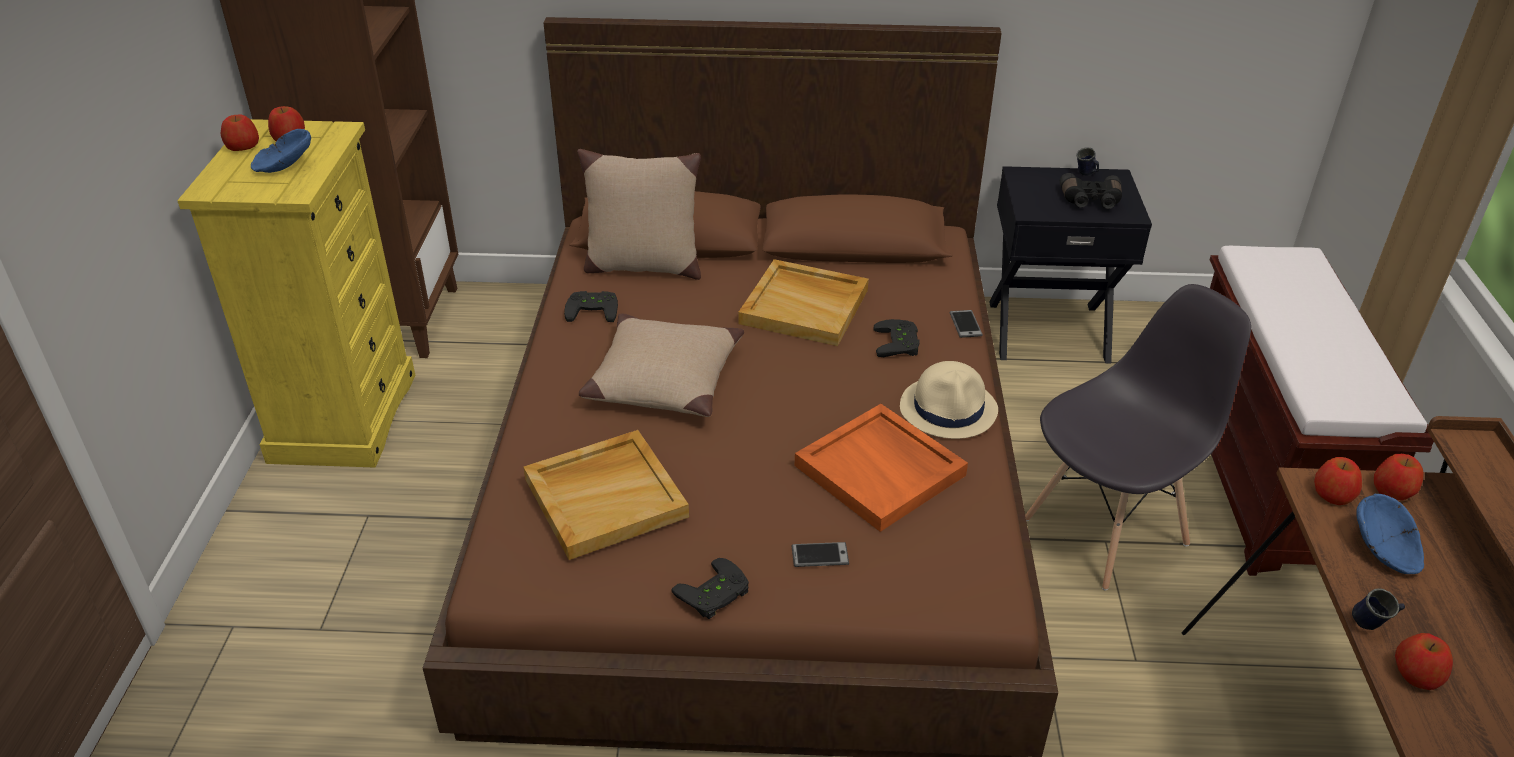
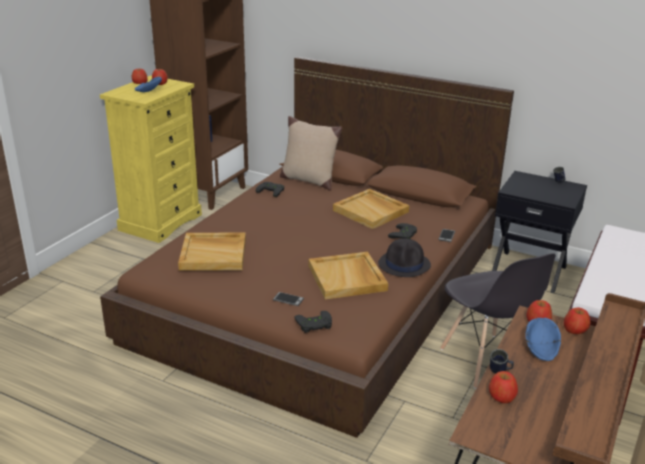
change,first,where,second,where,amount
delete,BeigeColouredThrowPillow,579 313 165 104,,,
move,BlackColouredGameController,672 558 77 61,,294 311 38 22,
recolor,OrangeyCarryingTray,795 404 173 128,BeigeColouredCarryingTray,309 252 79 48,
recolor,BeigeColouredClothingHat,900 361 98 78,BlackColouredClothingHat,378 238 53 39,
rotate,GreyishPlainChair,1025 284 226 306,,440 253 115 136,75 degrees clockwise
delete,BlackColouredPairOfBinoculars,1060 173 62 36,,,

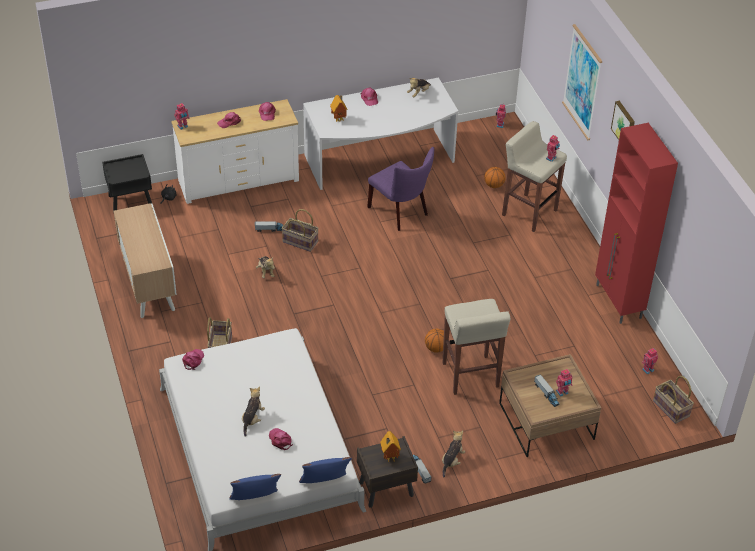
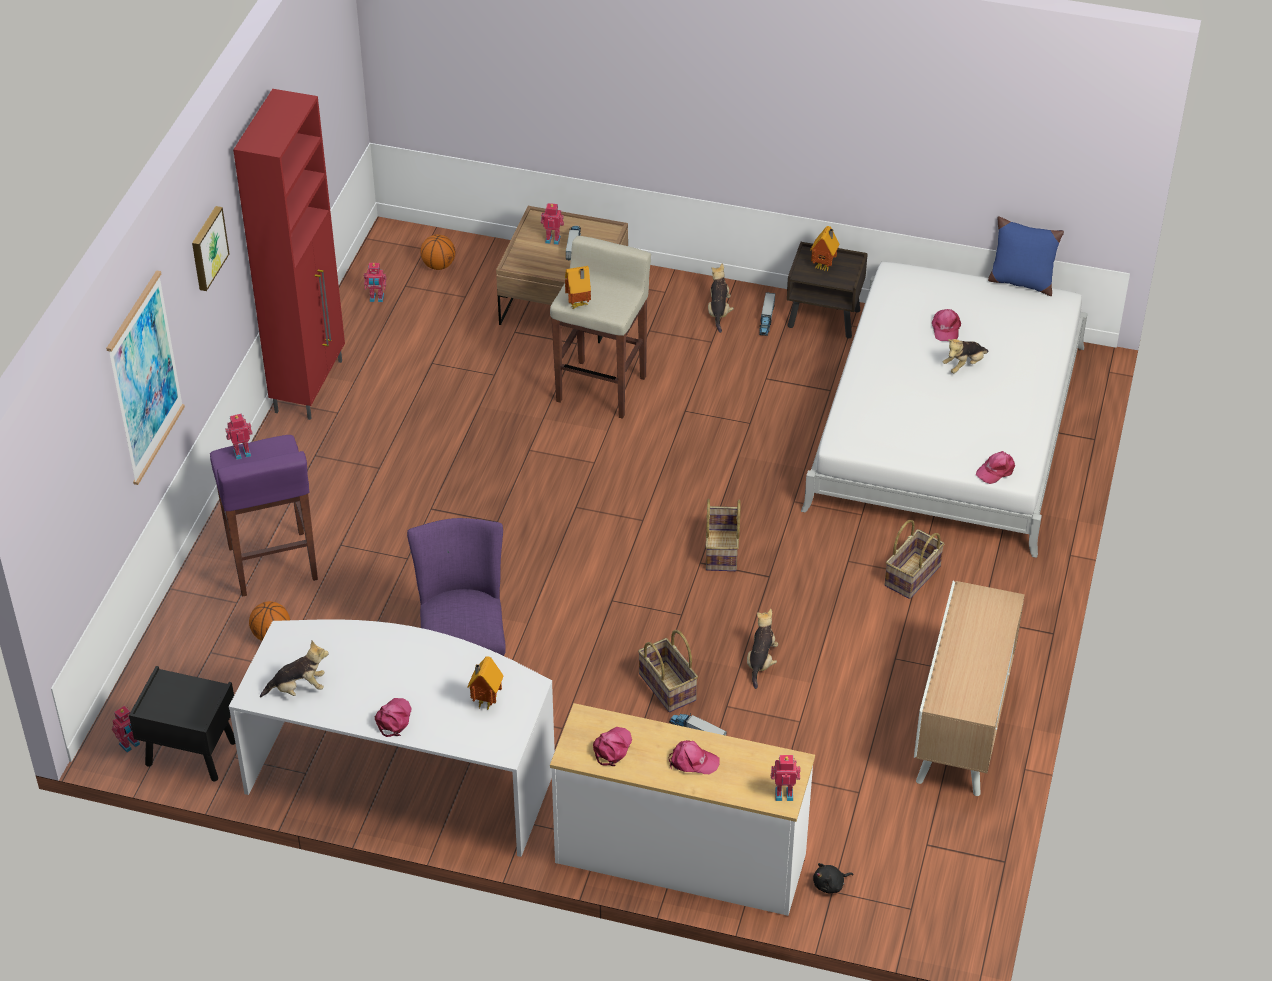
change,first,where,second,where,amount
move,BlackColouredNightTable,102 154 50 57,,129 666 106 115,
delete,BlueColouredThrowPillow,299 457 53 26,,,
move,BallForBasketball,425 329 19 24,,420 234 35 36,
rotate,CuddlyToy,442 430 23 47,,708 264 26 69,120 degrees clockwise
recolor,BeigeColouredStoolSeat,502 121 65 111,PurpleStoolSeat,210 435 108 162,
move,StorageBasket,653 376 41 48,,705 499 36 72,
insert,,,ModelHouse,565 266 26 43,

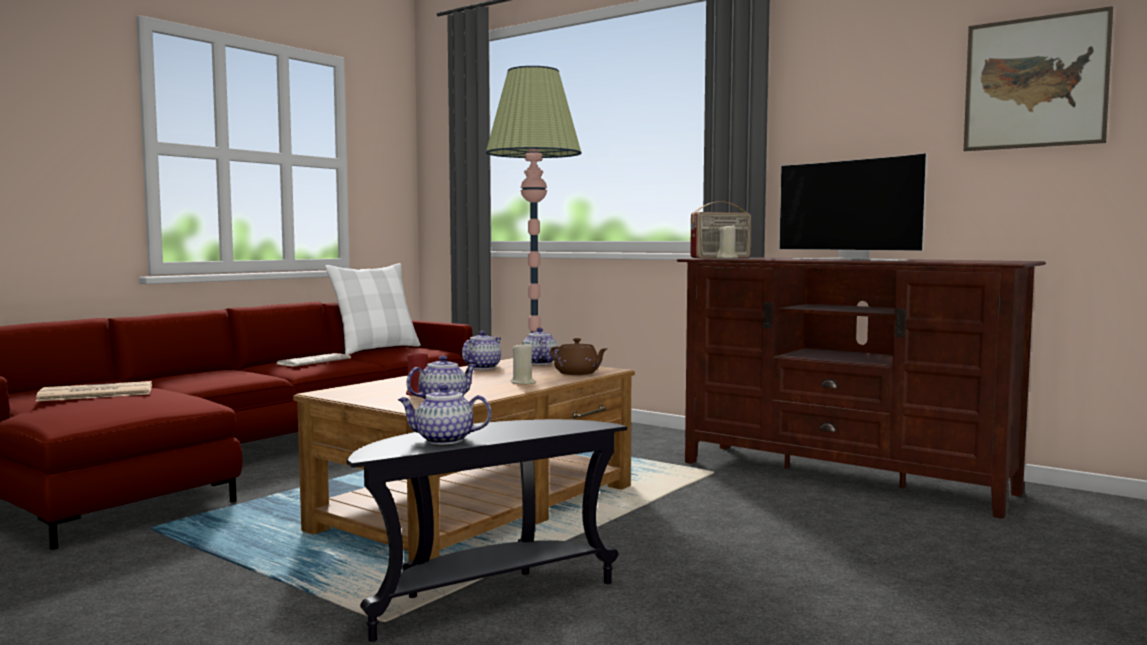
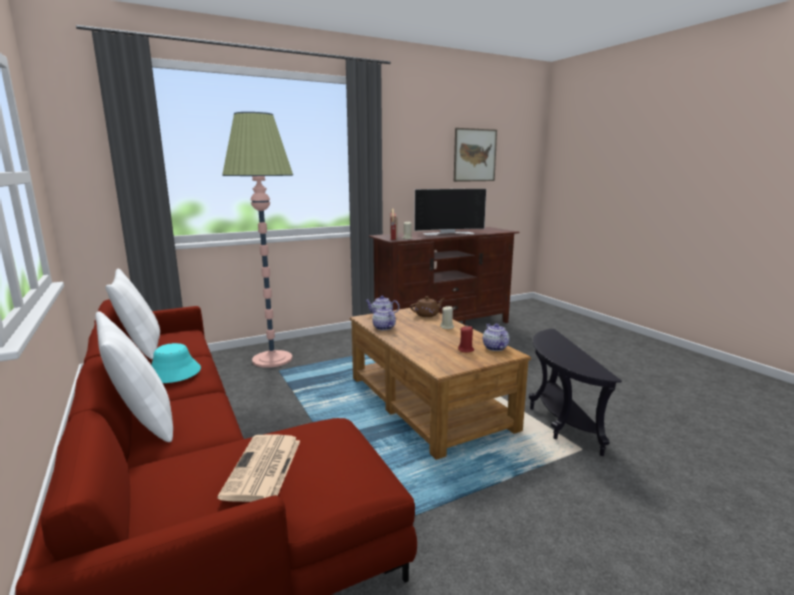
change,first,where,second,where,amount
replace,DailyPaper,277 353 74 13,BlueGreenClothingHat,151 343 50 40,
delete,TeaPot,398 384 93 60,,,
insert,,,WhiteThrowPillow,96 311 77 131,

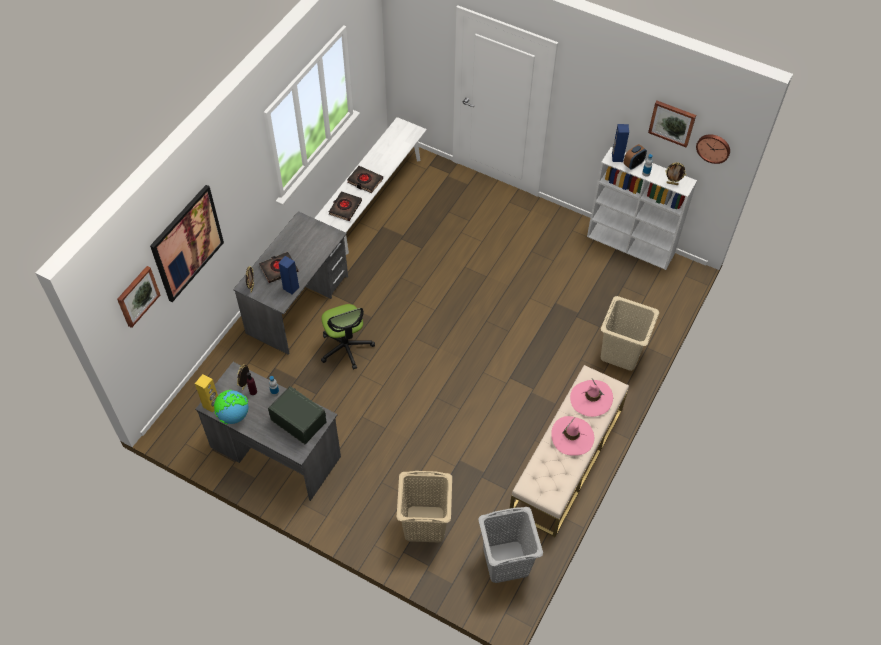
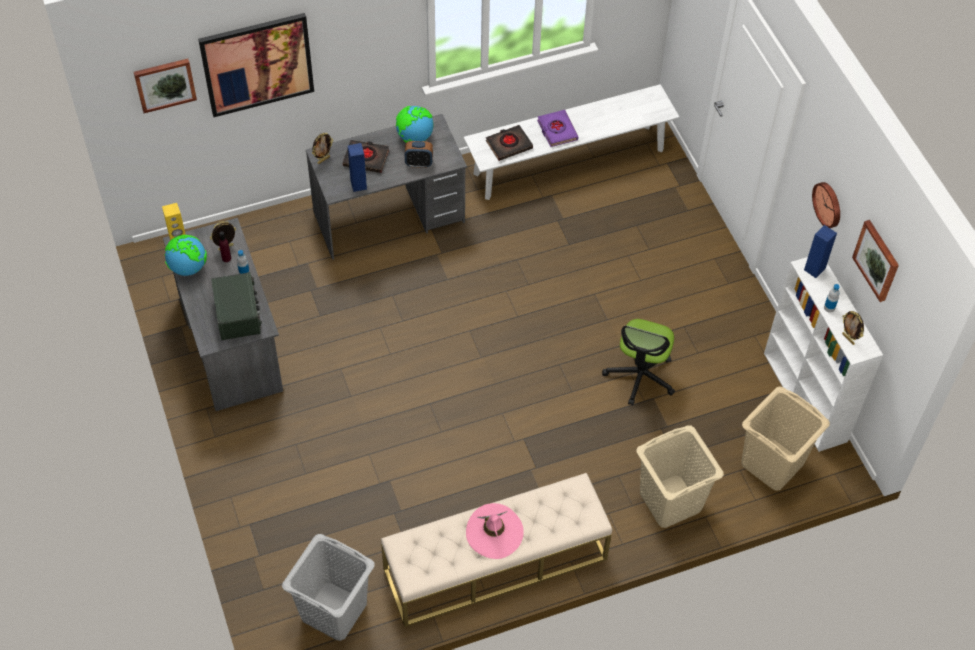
change,first,where,second,where,amount
move,ComputerChair,321 304 54 66,,602 319 73 86,
recolor,BlackColouredBook,347 166 36 27,PurpleBook,537 110 42 37,
move,BeigeColouredLaundryBasket,397 471 55 71,,741 386 89 105,
delete,PinkColouredClothingHat,570 378 43 39,,,
move,AlarmClock,623 144 24 26,,405 141 28 27,
move,WallClock,696 134 34 30,,812 182 28 46,
insert,,,Globe,396 106 37 37,

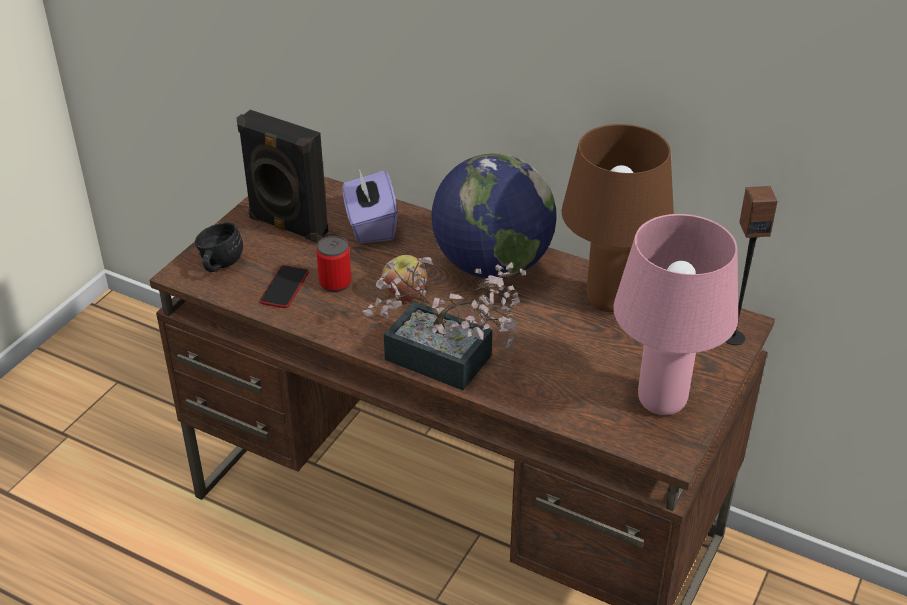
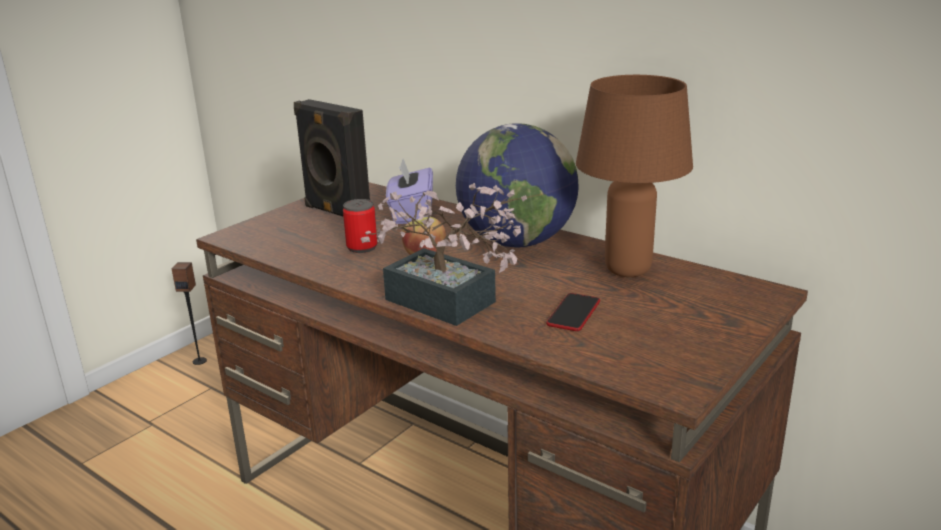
change,first,where,second,where,amount
delete,BlackColouredTeaMug,195 222 48 50,,,
move,Handset,260 265 49 43,,546 293 54 38,
delete,PinkColouredTableLamp,613 214 125 201,,,
move,AudioSpeaker,726 186 52 159,,172 262 35 103,

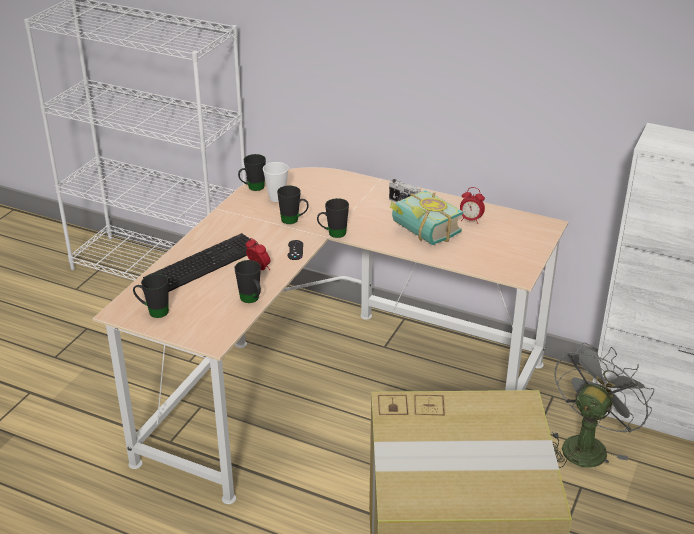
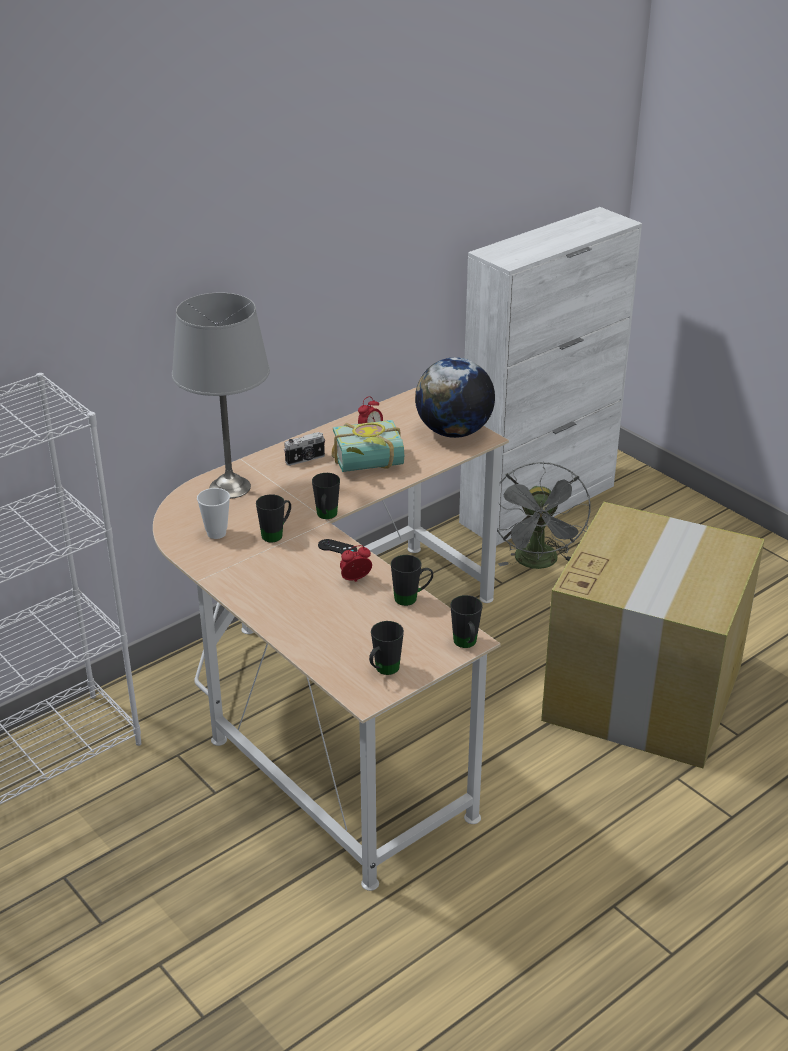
change,first,where,second,where,amount
delete,PcKeyboard,143 233 115 59,,,
move,BlackColouredTeaMug,238 154 28 37,,450 595 33 53,
rotate,GreyishCoolingFan,552 342 102 126,,497 462 94 107,150 degrees counterclockwise
insert,,,GreyishTableLamp,172 293 98 206,
insert,,,Globe,415 357 80 81,

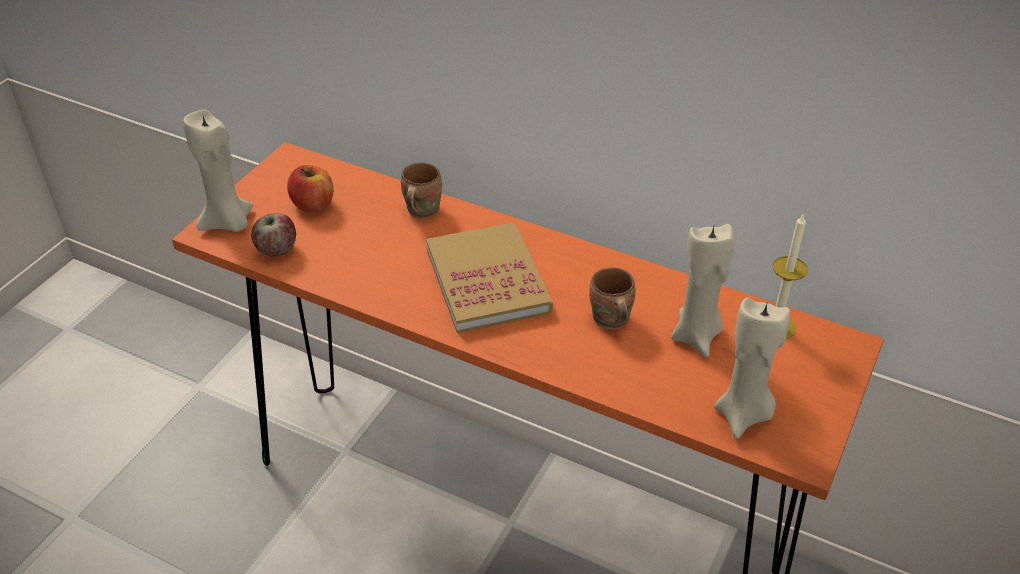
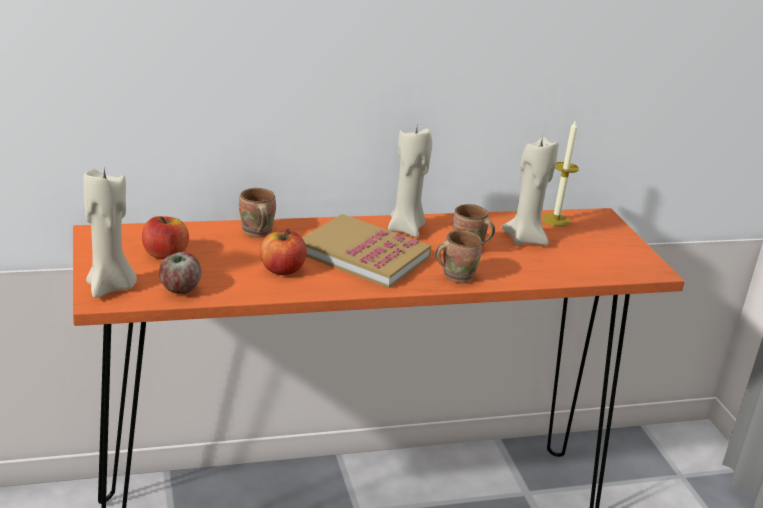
change,first,where,second,where,amount
move,BeigeColouredCandle,714 297 76 142,,388 128 44 109,
insert,,,WholeApple,260 228 47 47,
insert,,,BrownTeaMug,436 230 46 53,

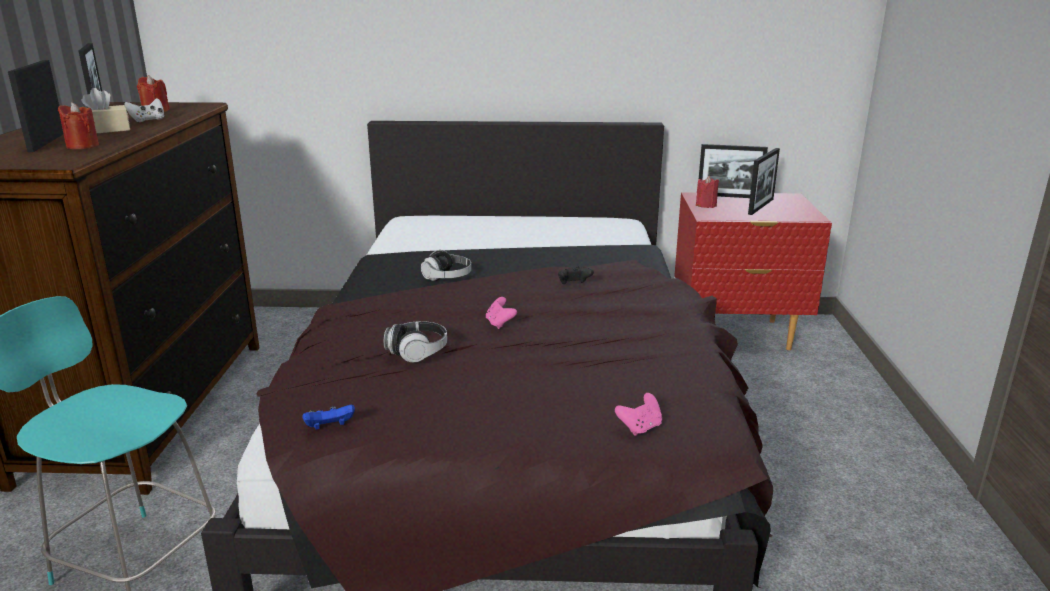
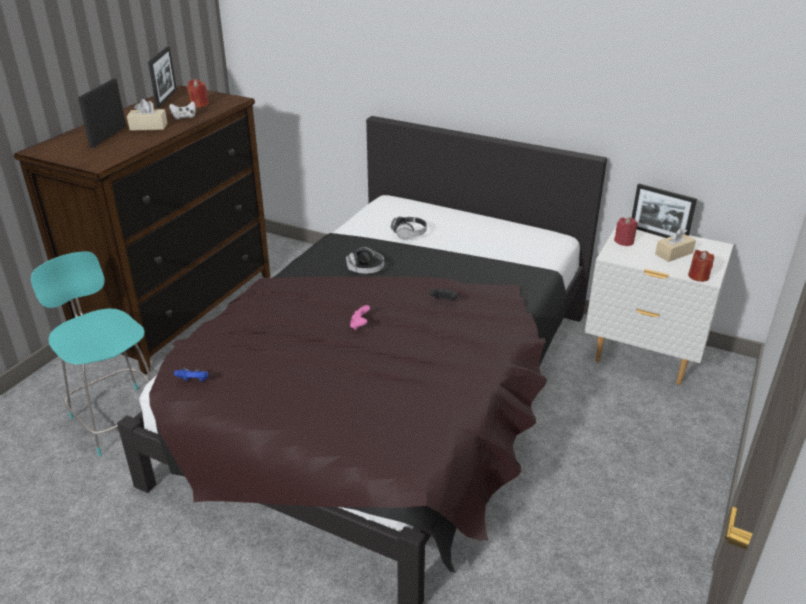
change,first,where,second,where,amount
move,RedColouredCandle,58 102 41 47,,688 250 26 32,
move,PairOfHeadphones,384 321 63 41,,391 217 36 23,
delete,PinkColouredGameController,615 393 47 43,,,
recolor,RedColouredNightTable,674 192 158 158,WhiteNightTable,585 225 149 160,
replace,PhotoFrame,748 148 32 67,BeigeColouredTissueBox,655 228 41 34,

